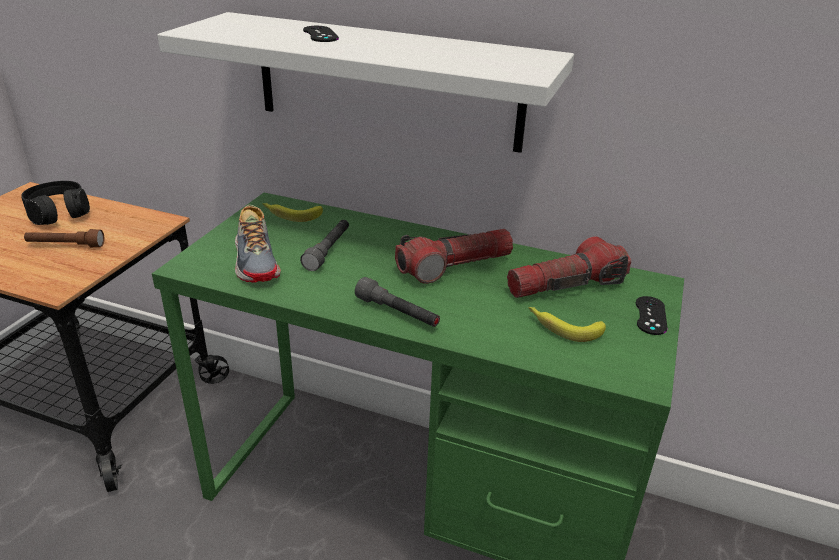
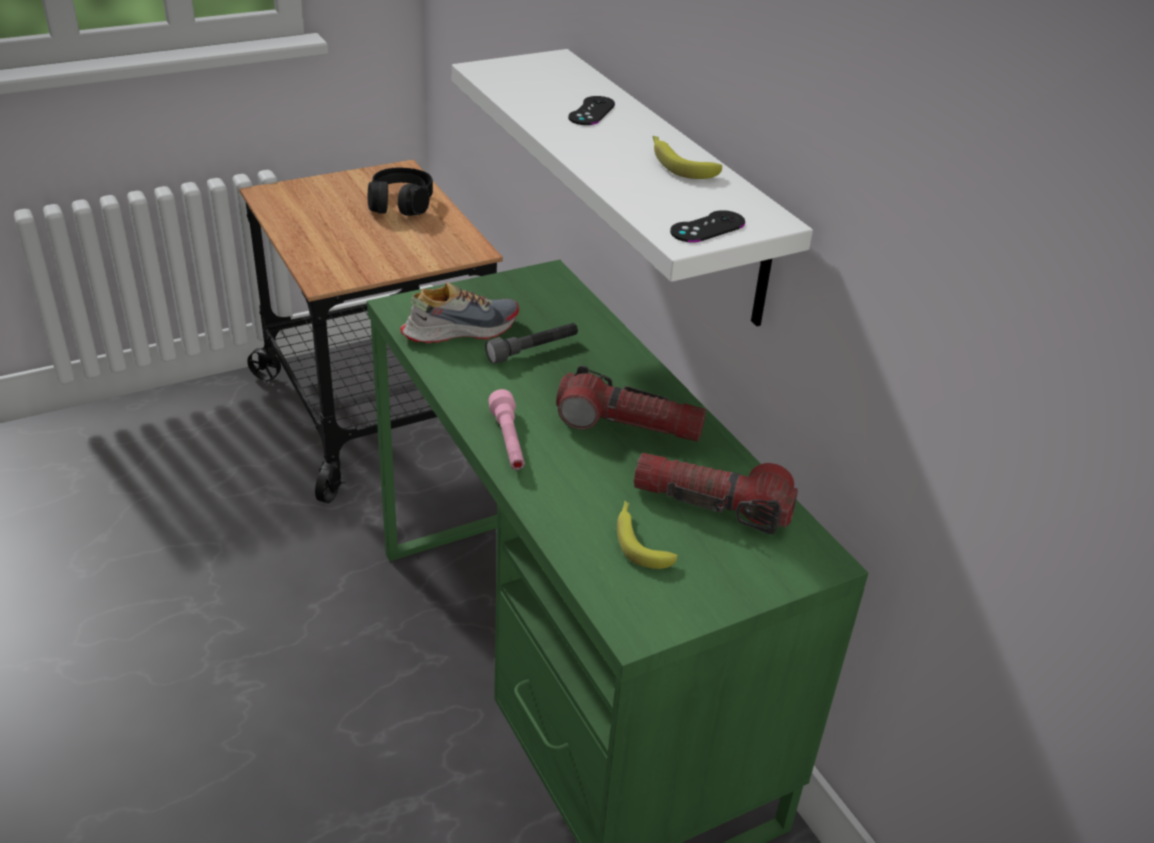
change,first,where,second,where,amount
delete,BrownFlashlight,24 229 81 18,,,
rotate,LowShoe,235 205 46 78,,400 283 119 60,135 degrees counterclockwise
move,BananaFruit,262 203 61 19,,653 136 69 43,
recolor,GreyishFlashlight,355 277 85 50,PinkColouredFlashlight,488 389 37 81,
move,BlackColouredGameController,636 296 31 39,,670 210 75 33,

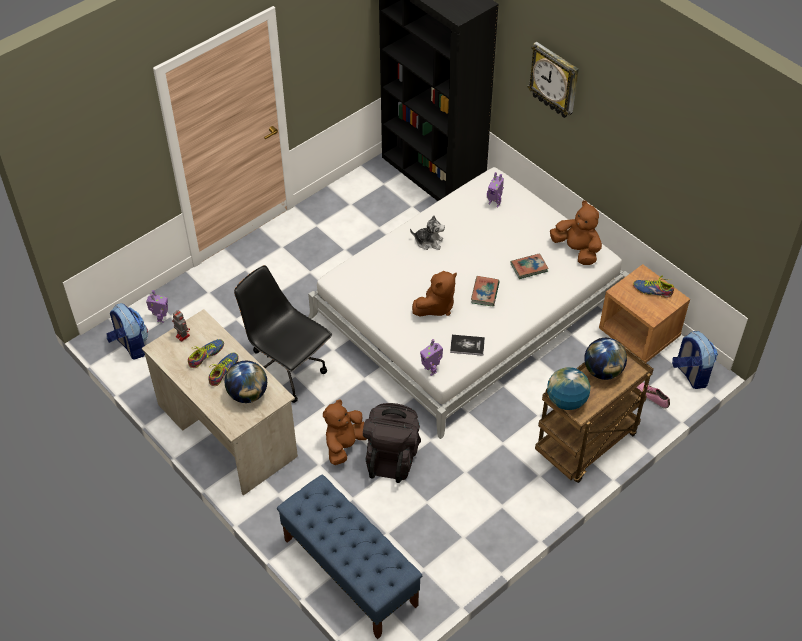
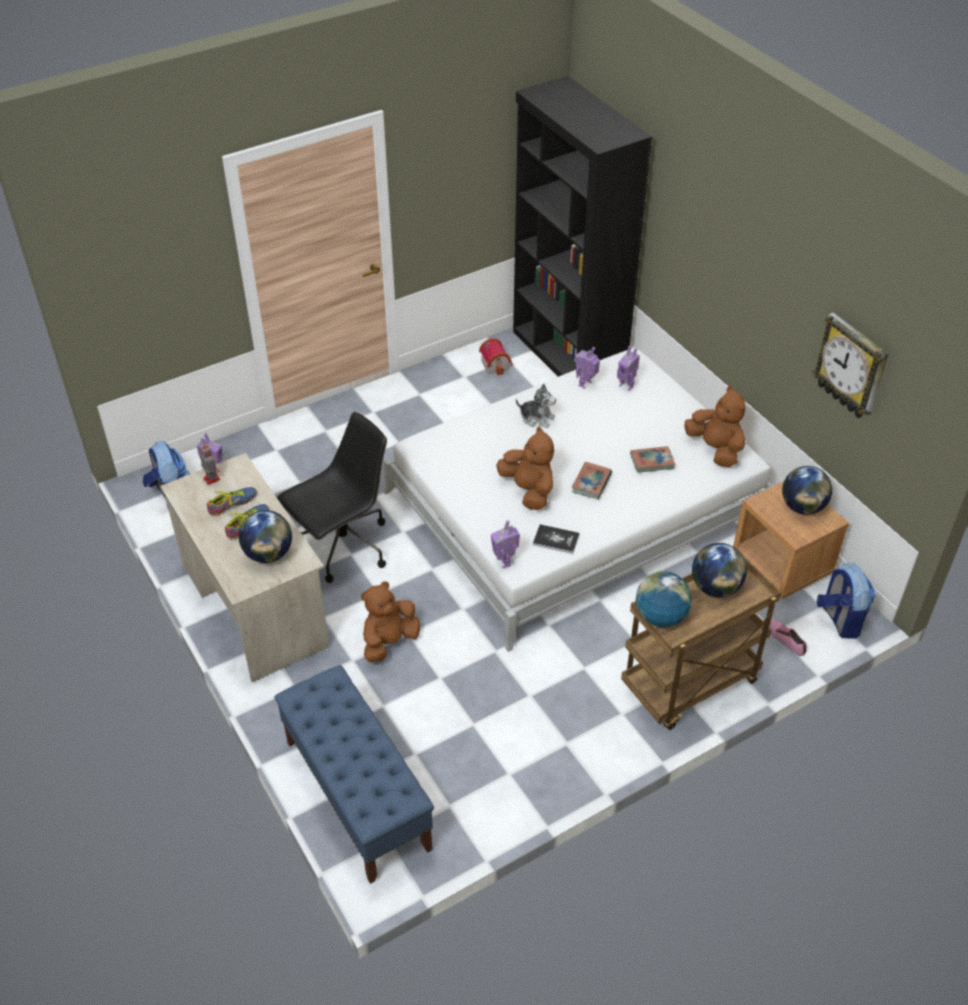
change,first,where,second,where,amount
rotate,BlackColouredComputerChair,234 265 98 138,,277 412 110 171,90 degrees clockwise
delete,BlackColouredBackpack,363 403 58 80,,,
rotate,BrownCuddlyToy,412 271 45 46,,496 426 58 84,90 degrees counterclockwise
move,WallClock,528 42 51 76,,812 312 76 106,
replace,LowShoe,633 275 41 23,Globe,782 466 50 49,
insert,,,ModelHouse,479 338 34 38,
insert,,,ToyRobot,575 347 25 42,

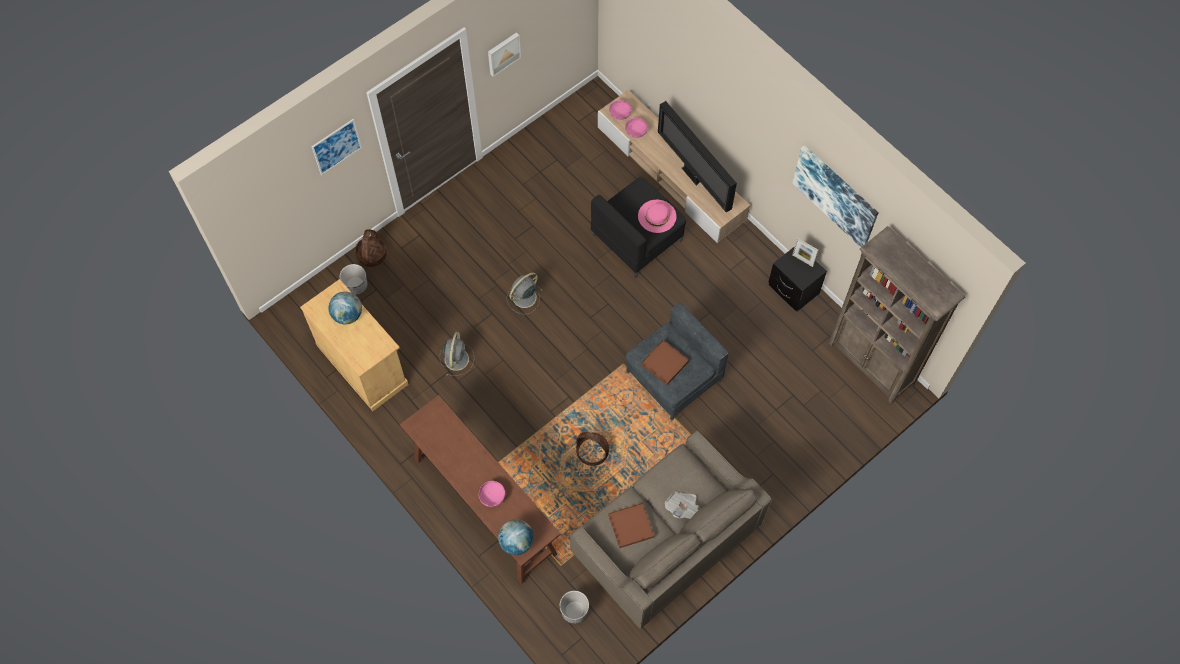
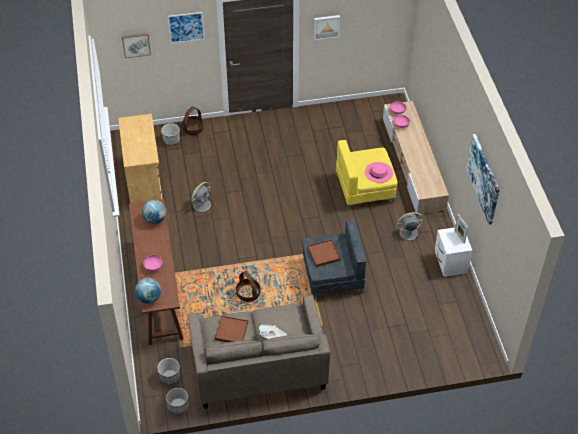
change,first,where,second,where,amount
move,Globe,328 292 34 32,,142 200 25 24,
move,GreyishCoolingFan,506 273 37 41,,395 212 28 32,
recolor,BlackColouredArmchair,591 177 95 101,YellowColouredArmchair,336 140 62 70,
delete,Tv,658 101 79 111,,,
recolor,BlackColouredNightTable,769 246 58 66,WhiteNightTable,435 227 37 50,
delete,BrownBookcase,828 226 137 178,,,
insert,,,Picture,122 33 29 25,
insert,,,PlantPot,166 388 23 27,

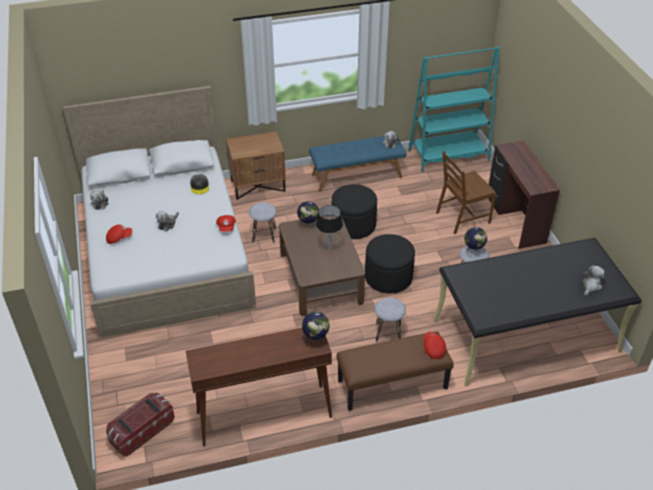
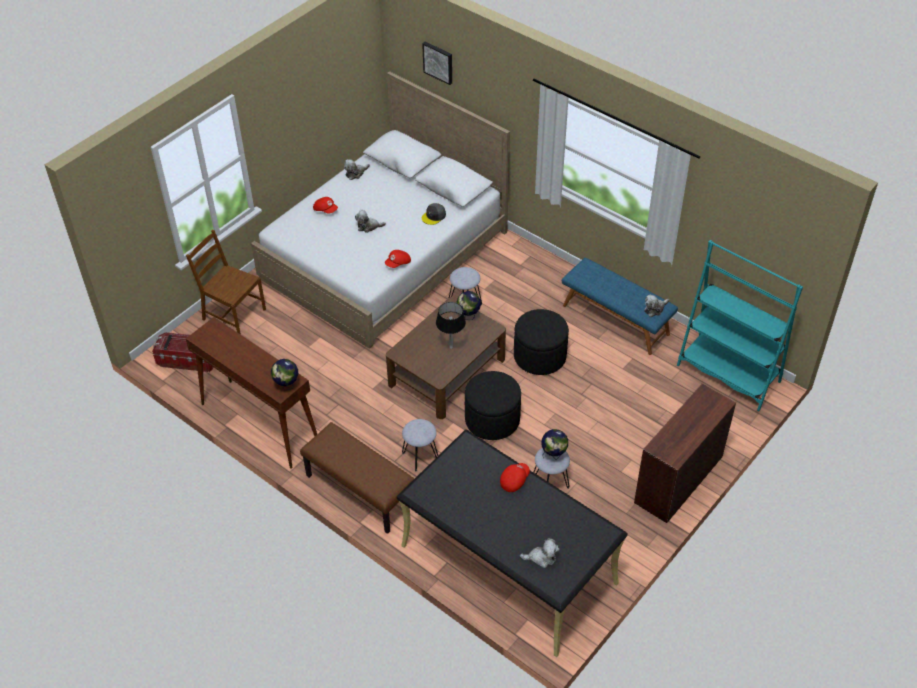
change,first,where,second,where,amount
delete,BrownNightTable,226 131 60 69,,,
move,RedColouredBaseballCap,424 332 22 27,,500 463 30 29,
move,BrownPlainChair,436 151 60 83,,186 230 80 104,
insert,,,Picture,422 42 30 43,

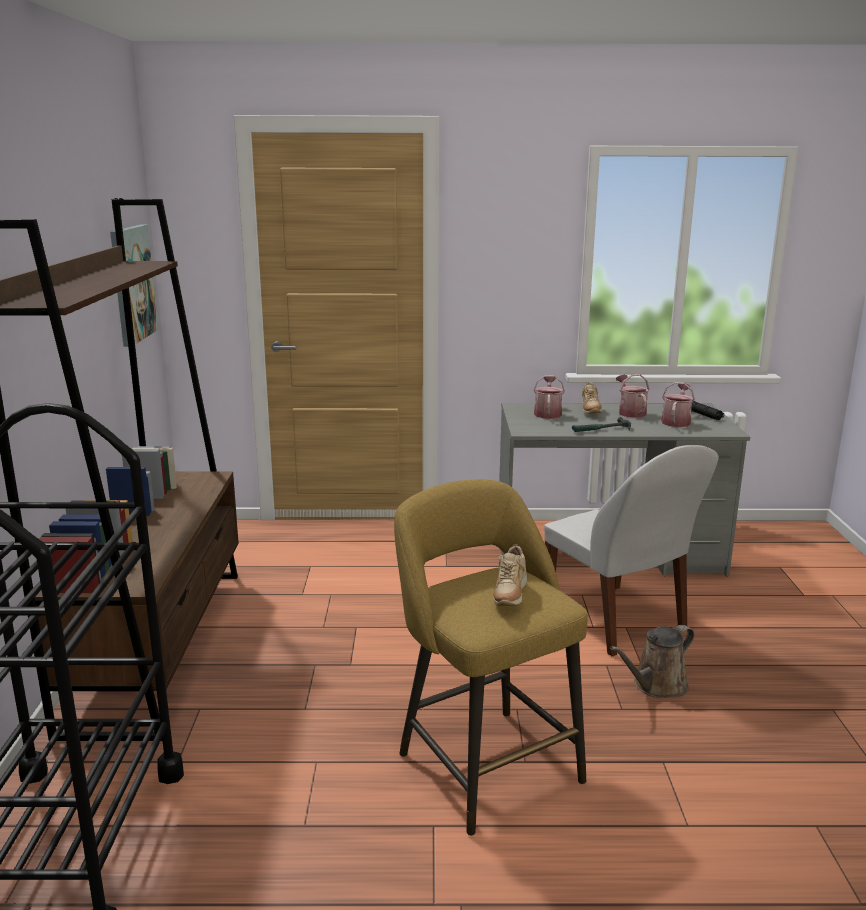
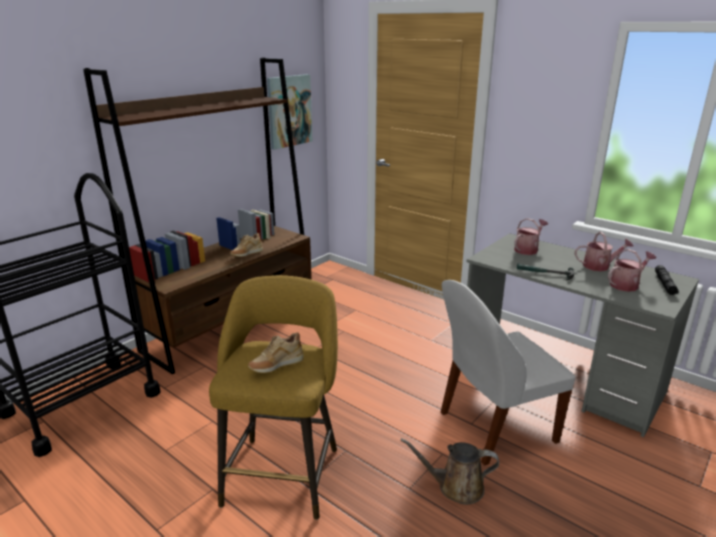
change,first,where,second,where,amount
rotate,WhitePlainChair,544 445 175 212,,441 280 134 186,60 degrees clockwise
move,BeigeColouredLowShoe,582 382 20 32,,230 233 33 24,
rotate,WateringPot,616 374 33 44,,575 232 59 39,60 degrees clockwise

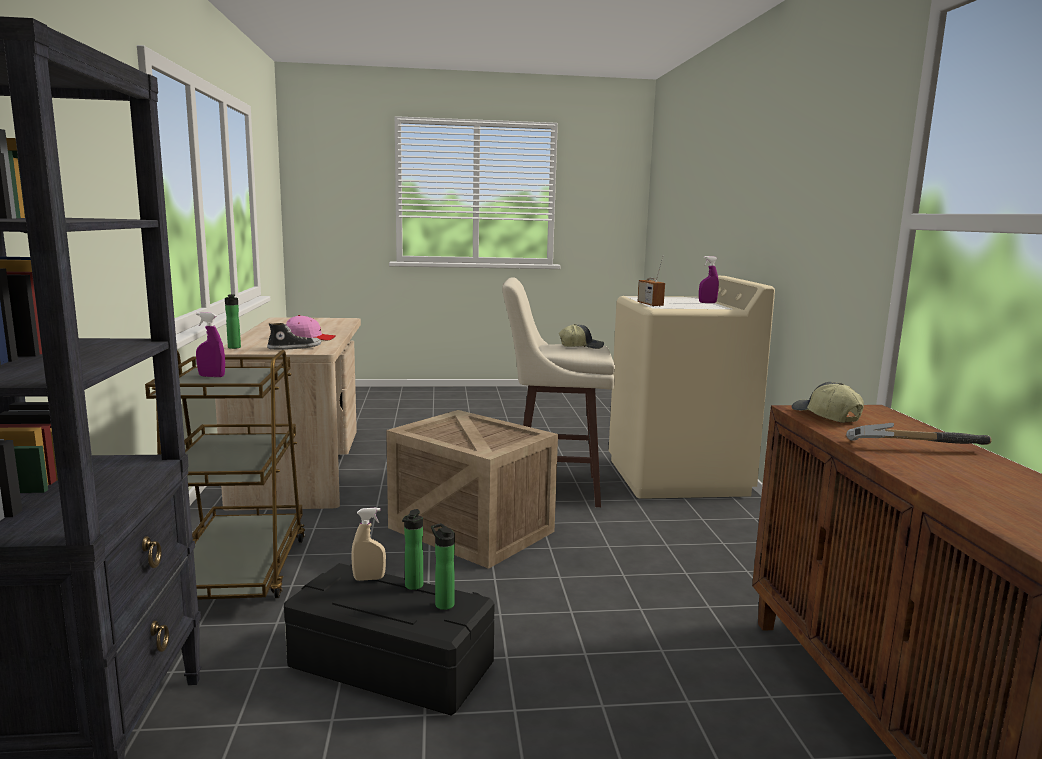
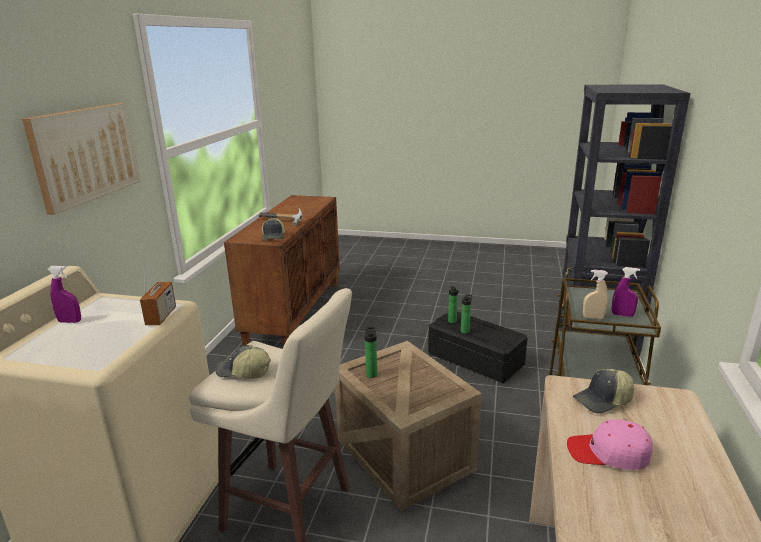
change,first,where,second,where,amount
move,Bottle,225 294 16 55,,365 327 12 51,
replace,LowShoe,267 323 54 27,BaseballCap,573 369 61 44,
move,BeigeColouredHandSprayer,352 508 34 73,,583 270 25 49,
insert,,,Picture,22 103 118 112,

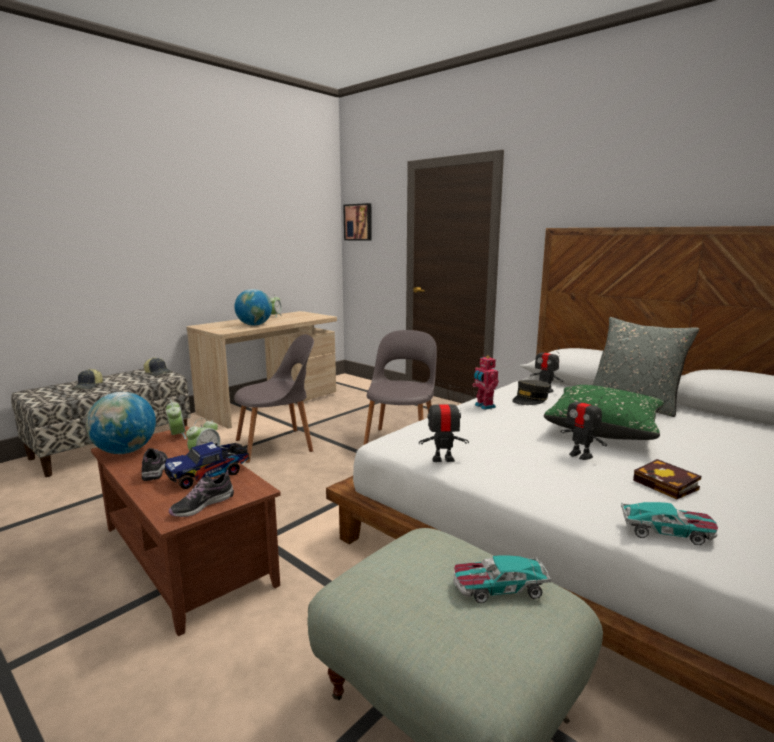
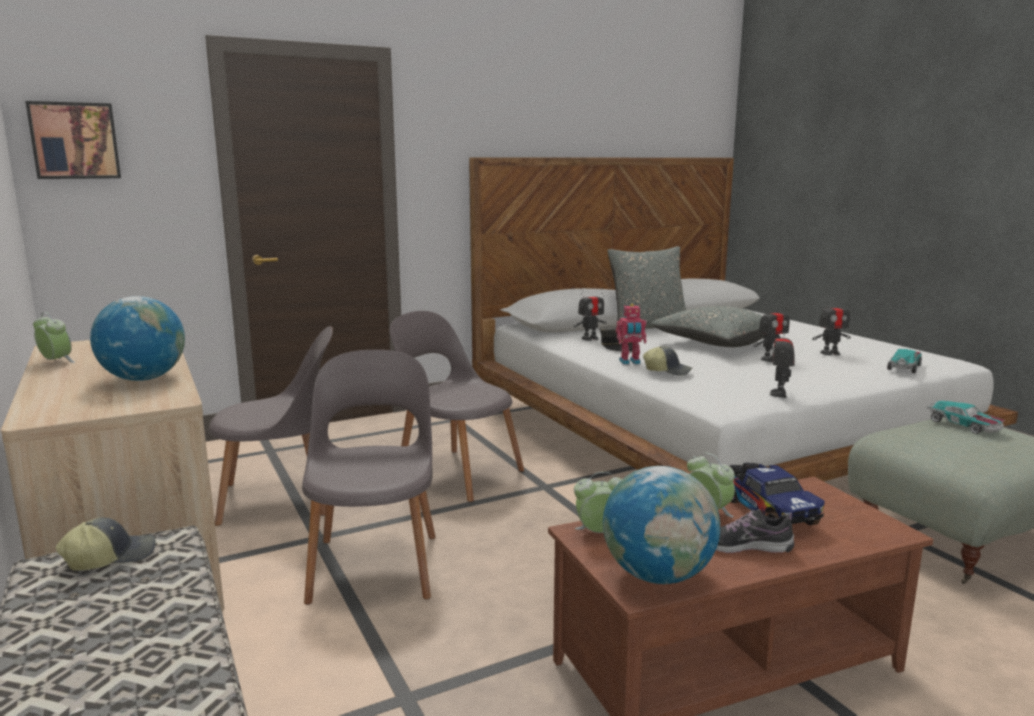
change,first,where,second,where,amount
move,BaseballCap,72 369 31 21,,643 346 49 30,
delete,LowShoe,169 470 65 47,,,
rotate,MiniatureCar,453 555 98 48,,927 401 77 33,45 degrees counterclockwise
recolor,GreenishThrowPillow,544 385 120 55,GreyishThrowPillow,651 306 116 41,
replace,Book,633 459 68 40,ToyRobot,812 298 39 58,
insert,,,GreyishPlainChair,209 326 124 200,

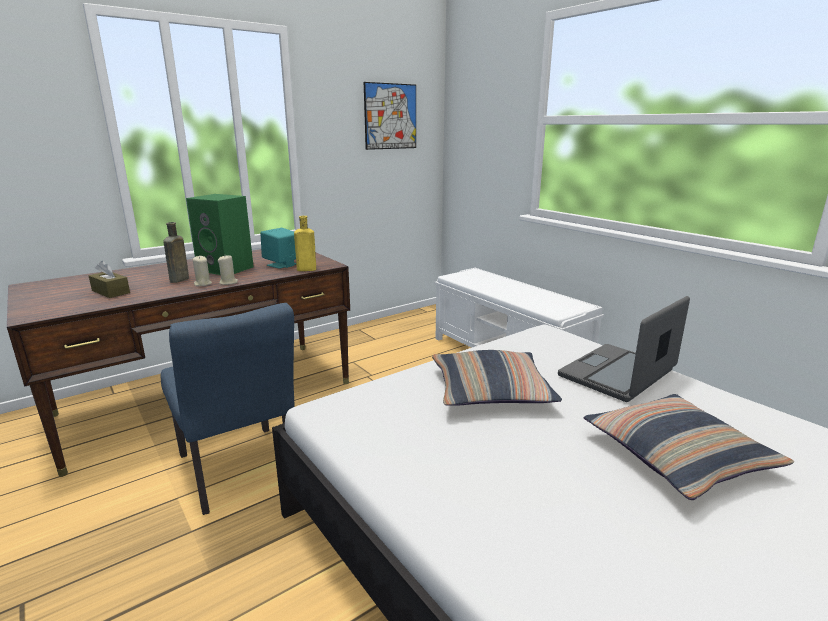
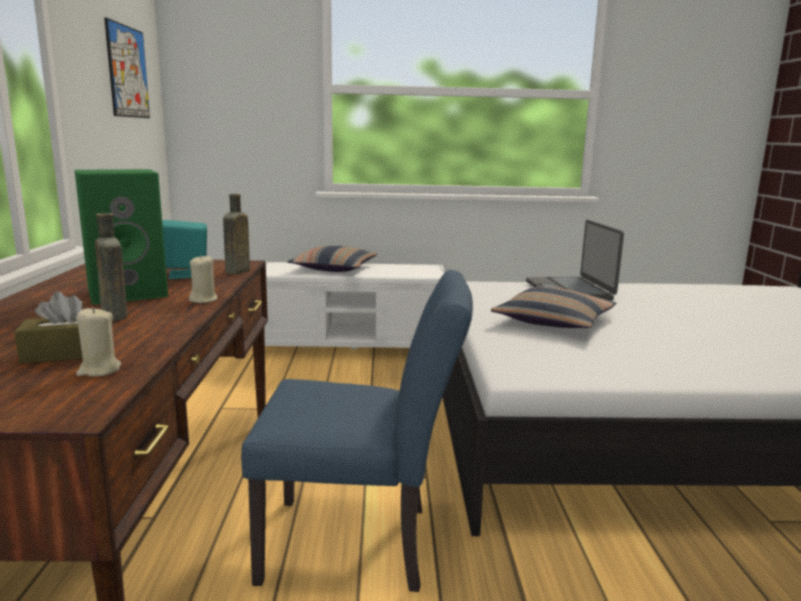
change,first,where,second,where,amount
move,BeigeColouredCandle,193 256 19 30,,76 307 46 70,
recolor,YellowColouredBottle,294 216 22 55,BrownBottle,223 194 27 80,
move,ThrowPillow,584 394 210 106,,287 246 91 26,

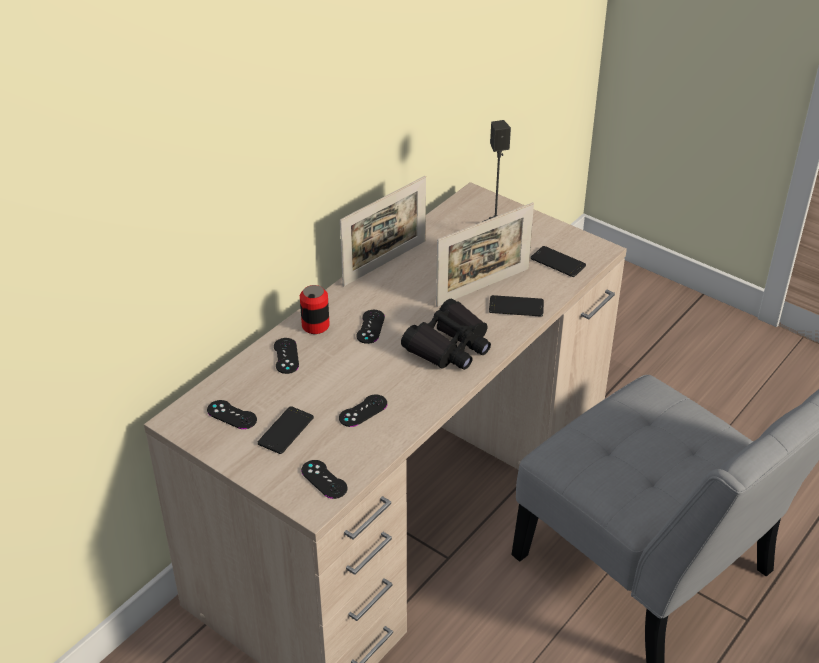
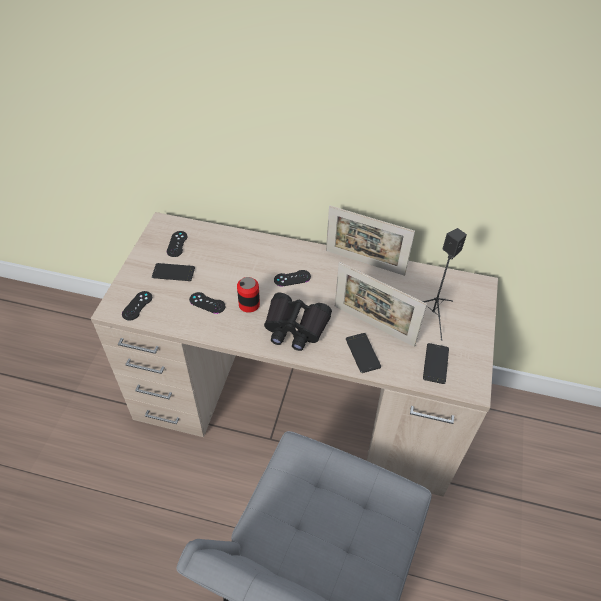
change,first,where,second,where,amount
delete,BlackColouredGameController,274 338 25 36,,,
move,SealedCan,300 285 30 49,,237 277 23 36,

